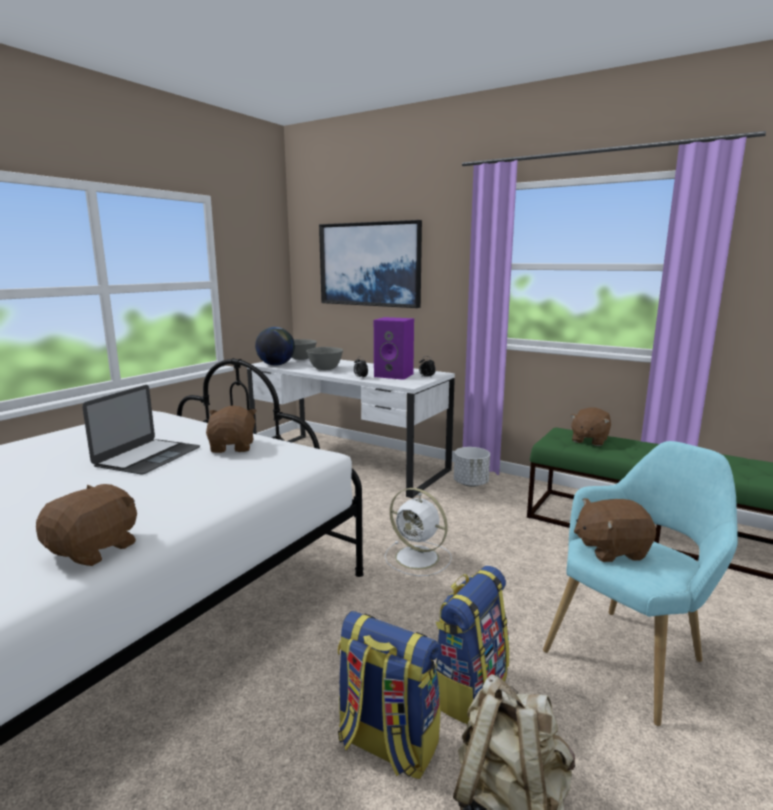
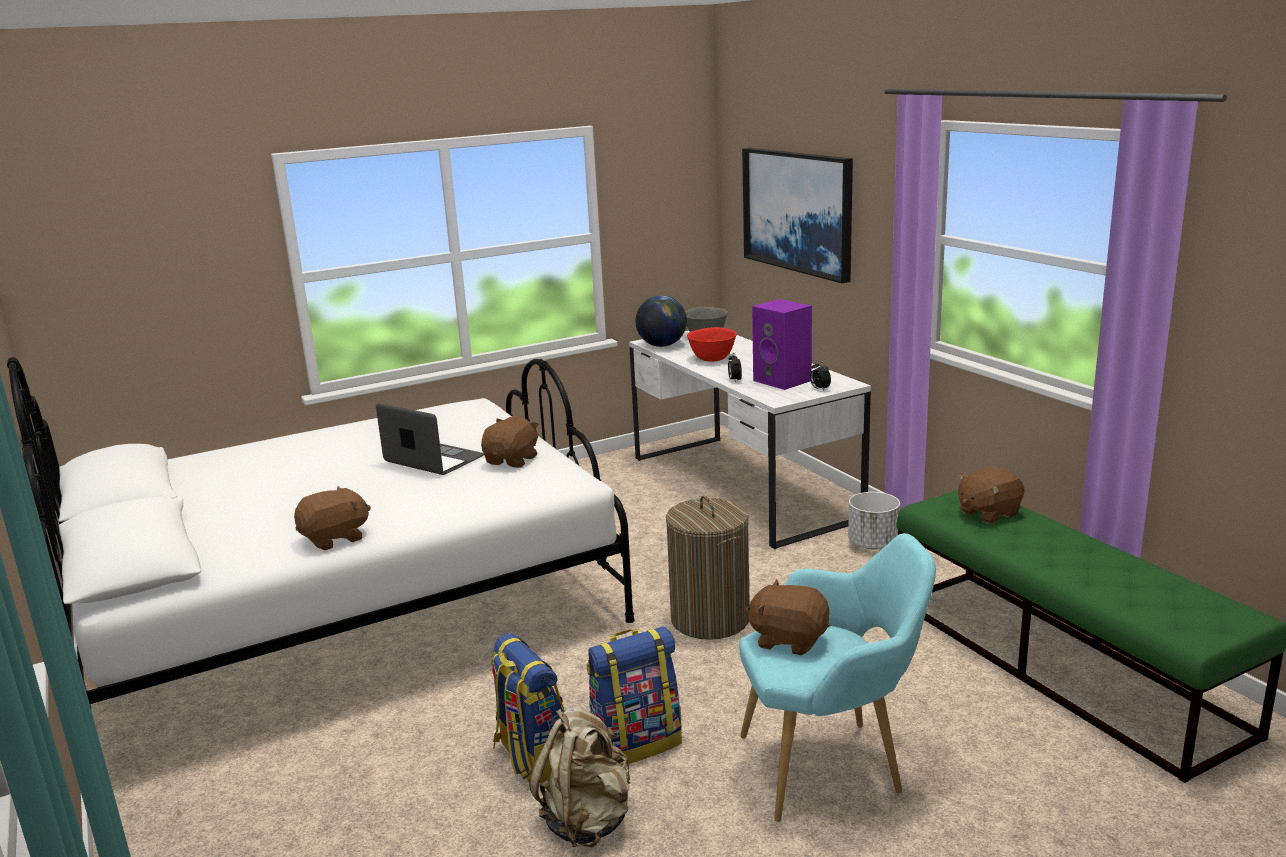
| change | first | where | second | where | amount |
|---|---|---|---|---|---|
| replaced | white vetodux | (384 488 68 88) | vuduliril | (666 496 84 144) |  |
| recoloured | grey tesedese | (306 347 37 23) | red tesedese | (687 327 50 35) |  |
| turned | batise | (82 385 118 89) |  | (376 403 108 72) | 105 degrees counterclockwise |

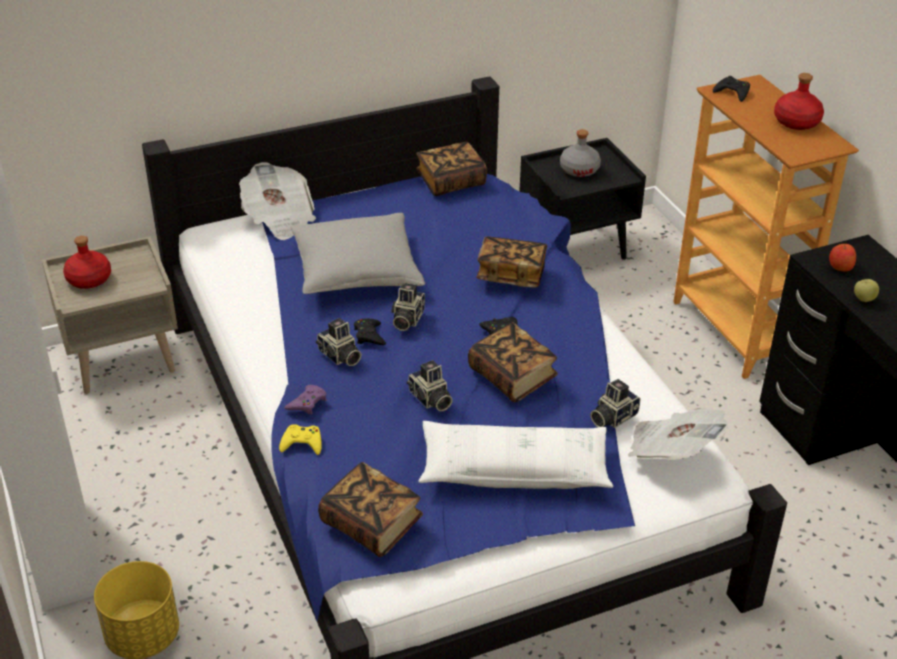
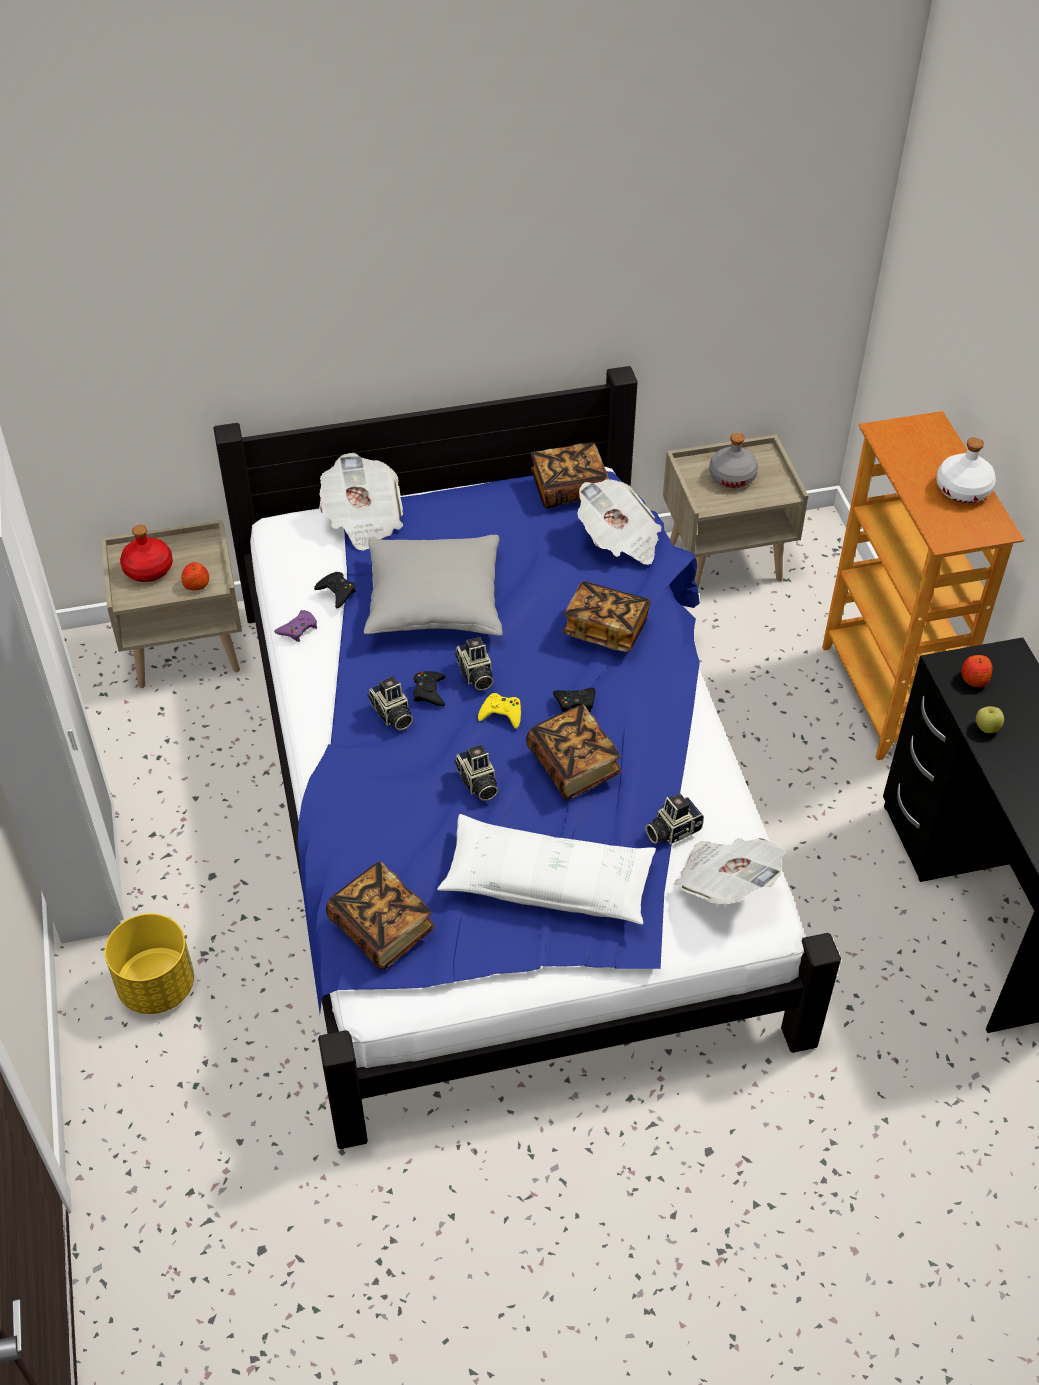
| change | first | where | second | where | amount |
|---|---|---|---|---|---|
| added |  |  | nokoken | (181 562 28 28) |  |
| added |  |  | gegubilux | (577 479 85 86) |  |
| moved | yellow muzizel | (279 424 43 31) |  | (478 693 43 36) |  |
| moved | purple muzizel | (284 385 43 30) |  | (274 610 43 32) |  |
| moved | black muzizel | (713 76 37 26) |  | (314 572 42 37) |  |
| recoloured | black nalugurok | (519 138 127 122) | beige nalugurok | (663 434 145 153) |  |
| recoloured | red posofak | (774 73 50 57) | white posofak | (937 438 59 65) |  |
| turned | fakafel | (391 283 34 48) |  | (455 637 39 54) | 45 degrees counterclockwise |

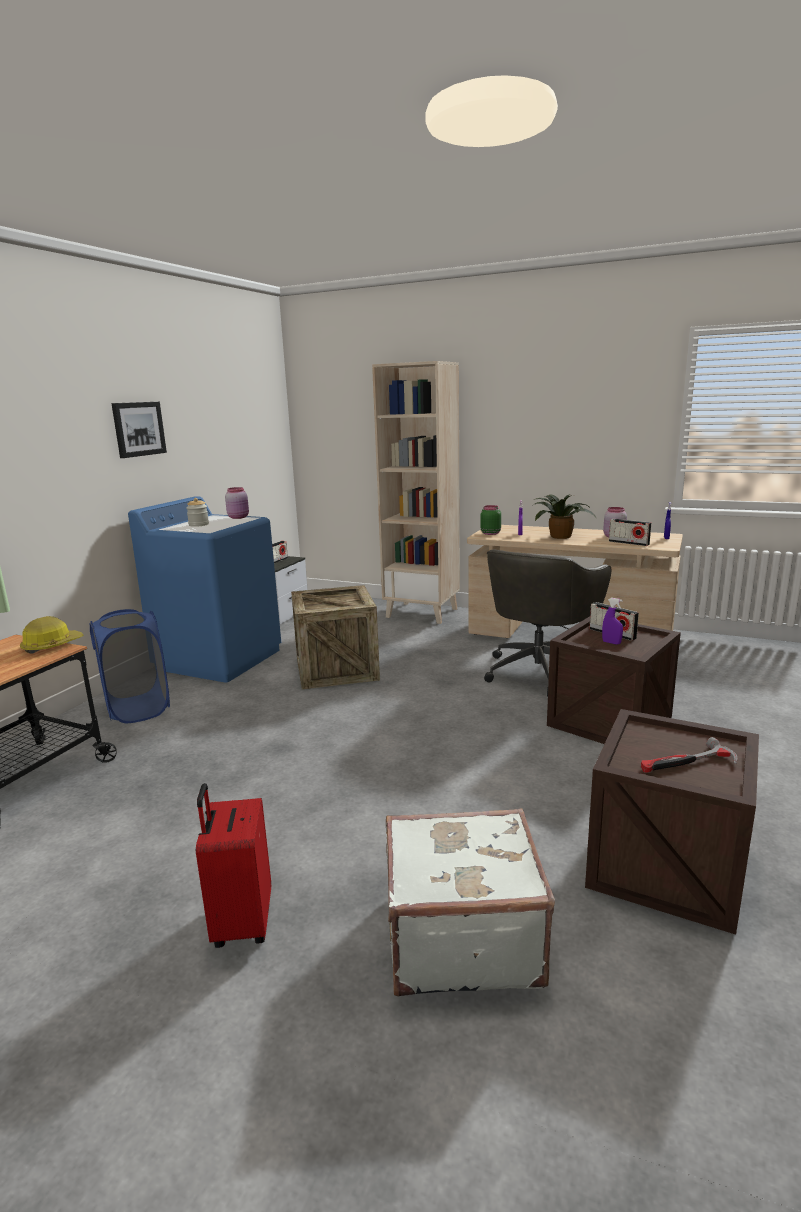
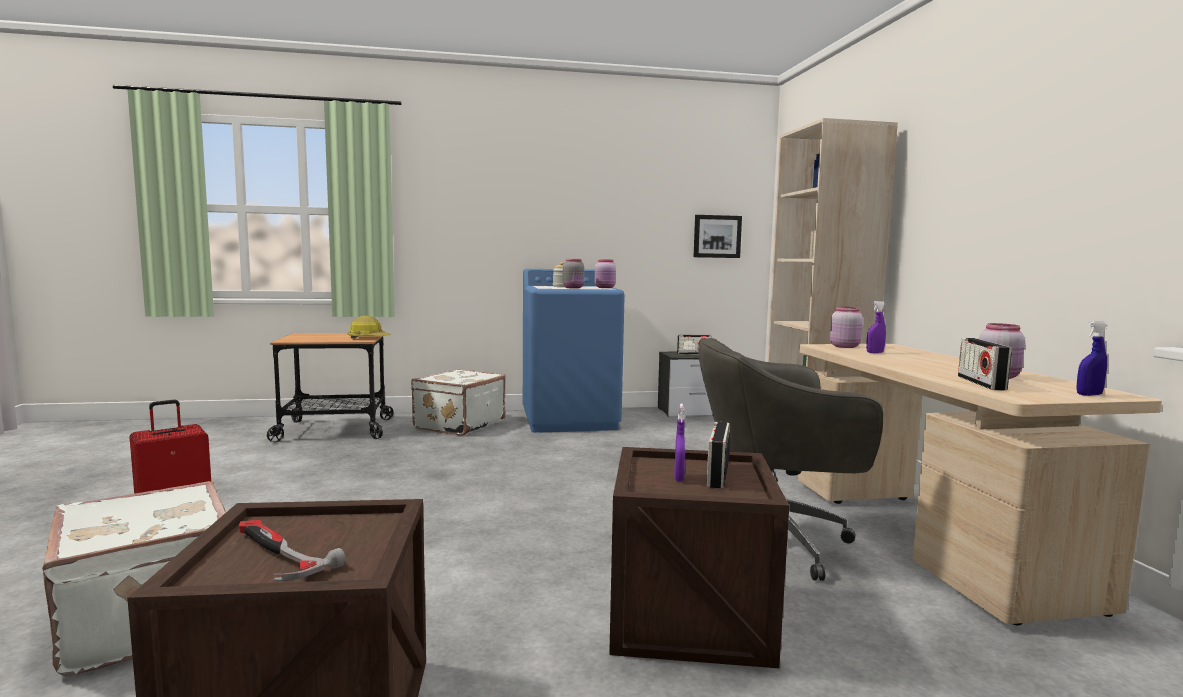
| change | first | where | second | where | amount |
|---|---|---|---|---|---|
| removed | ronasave | (291 585 89 104) |  |  |  |
| removed | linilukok | (534 494 62 45) |  |  |  |
| added |  |  | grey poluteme | (563 259 21 30) |  |
| moved | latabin | (111 402 56 56) |  | (693 215 49 43) |  |
| replaced | blue vuduliril | (90 609 80 114) | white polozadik | (411 369 95 67) |  |
| recoloured | green poluteme | (481 505 20 30) | pink poluteme | (830 307 33 41) |  |

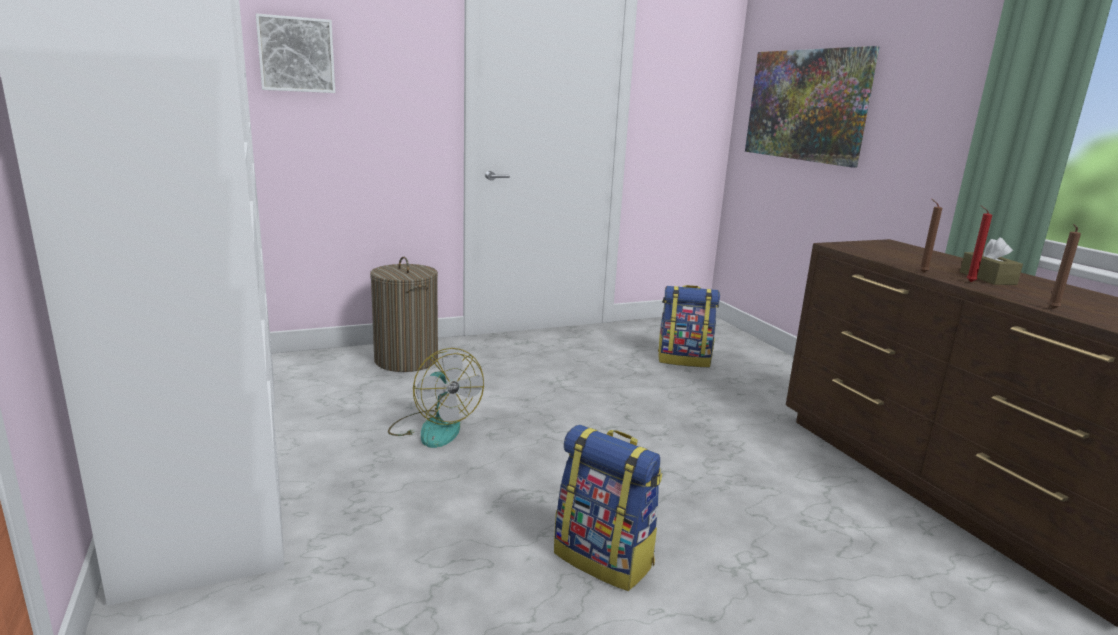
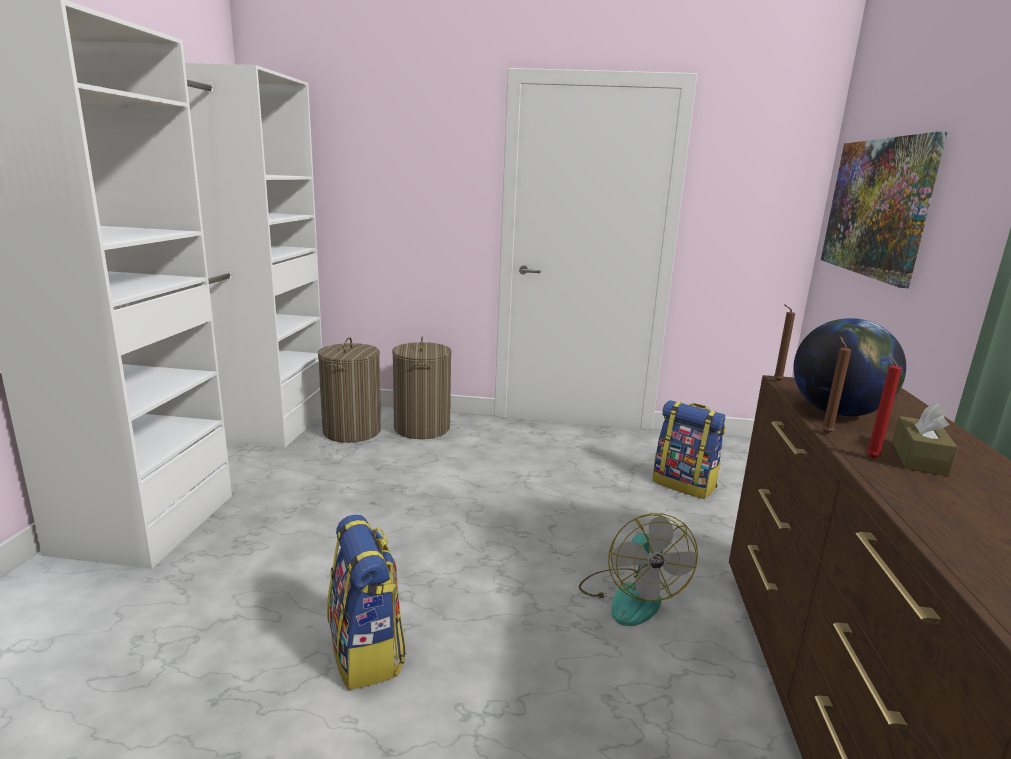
| change | first | where | second | where | amount |
|---|---|---|---|---|---|
| removed | latabin | (256 13 79 80) |  |  |  |
| added |  |  | vuduliril | (318 337 63 106) |  |
| added |  |  | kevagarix | (793 318 113 99) |  |
| moved | vetodux | (388 348 96 100) |  | (579 513 119 113) |  |
| moved | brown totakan | (1048 224 33 85) |  | (774 304 21 77) |  |

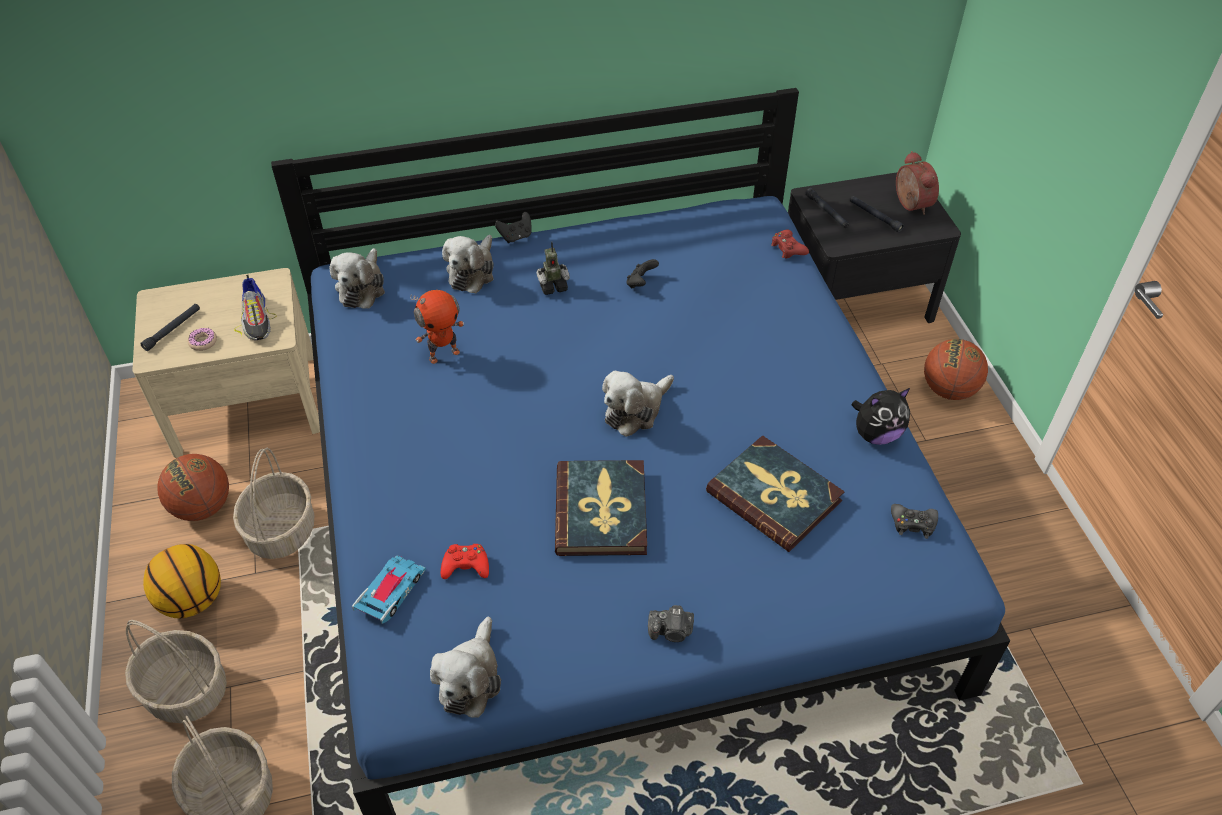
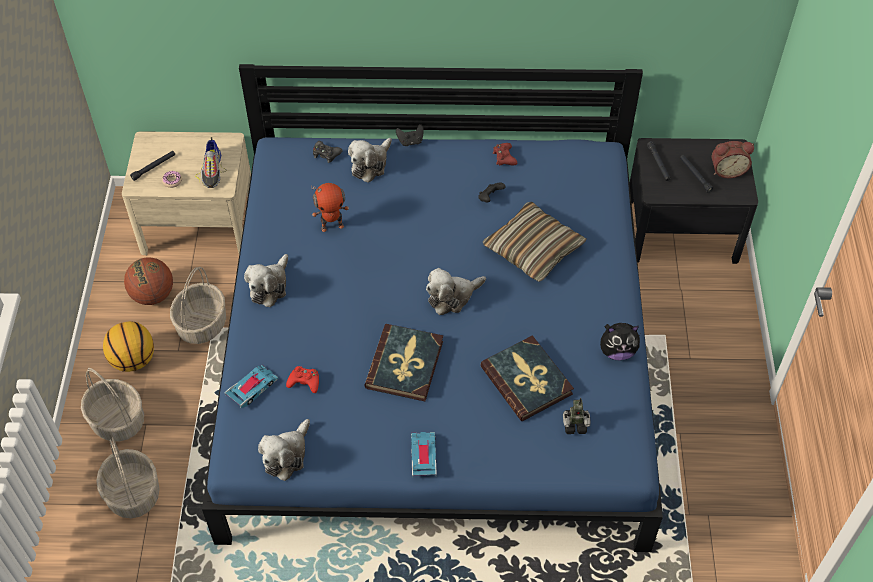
| change | first | where | second | where | amount |
|---|---|---|---|---|---|
| removed | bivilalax | (924 339 64 61) |  |  |  |
| added |  |  | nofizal | (483 202 104 80) |  |
| moved | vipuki | (330 248 55 61) |  | (244 254 44 53) |  |
| moved | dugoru | (536 242 34 53) |  | (563 398 28 36) |  |
| moved | red muzizel | (771 229 38 29) |  | (493 143 24 22) |  |
| moved | black muzizel | (891 504 47 35) |  | (313 141 30 22) |  |
| replaced | fakafel | (648 605 46 37) | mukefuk | (411 432 26 46) |  |
| turned | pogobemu | (896 151 43 64) |  | (712 141 42 37) | 90 degrees clockwise |

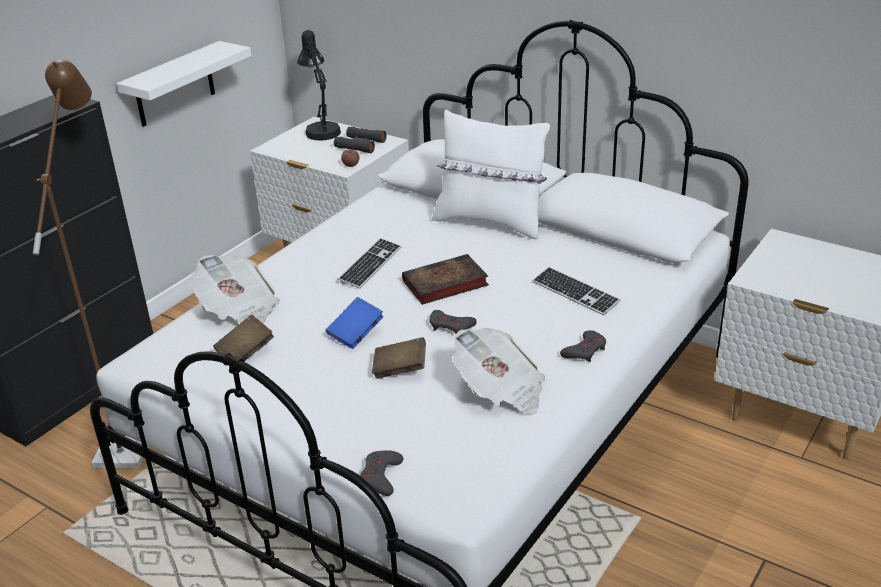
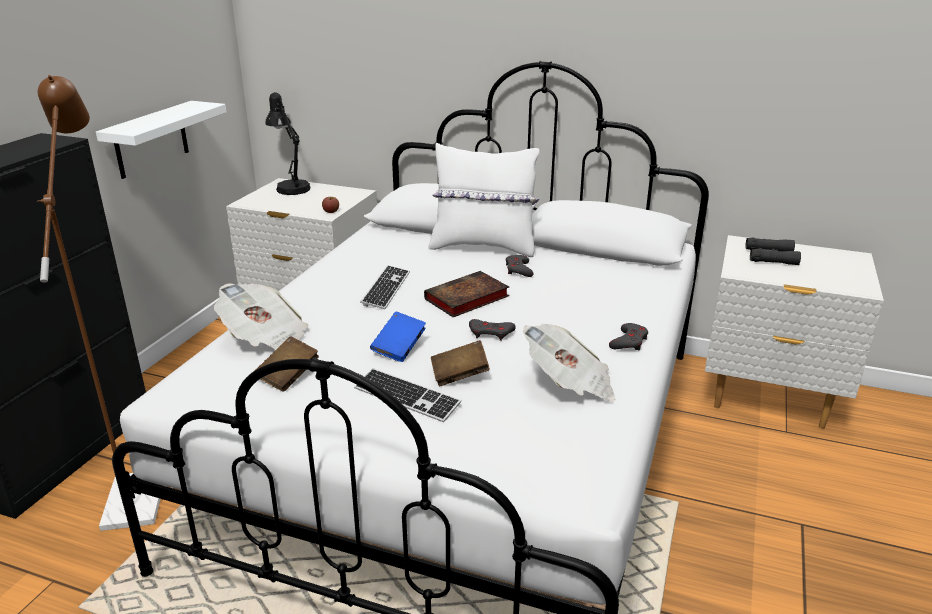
| change | first | where | second | where | amount |
|---|---|---|---|---|---|
| moved | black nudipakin | (334 127 52 26) |  | (745 238 56 27) |  |
| moved | grey muzizel | (360 450 43 46) |  | (506 255 28 22) |  |
| moved | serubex | (532 267 89 49) |  | (354 368 107 54) |  |

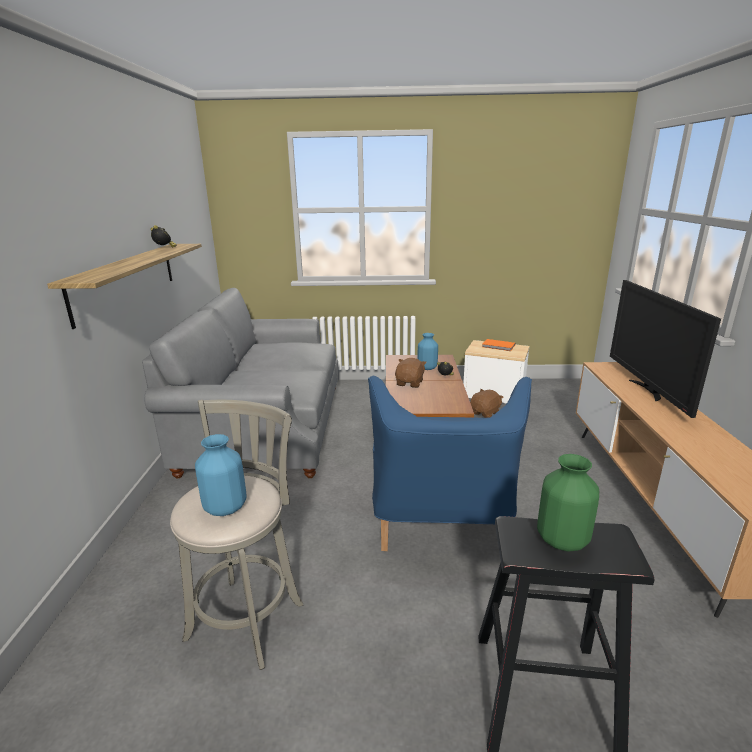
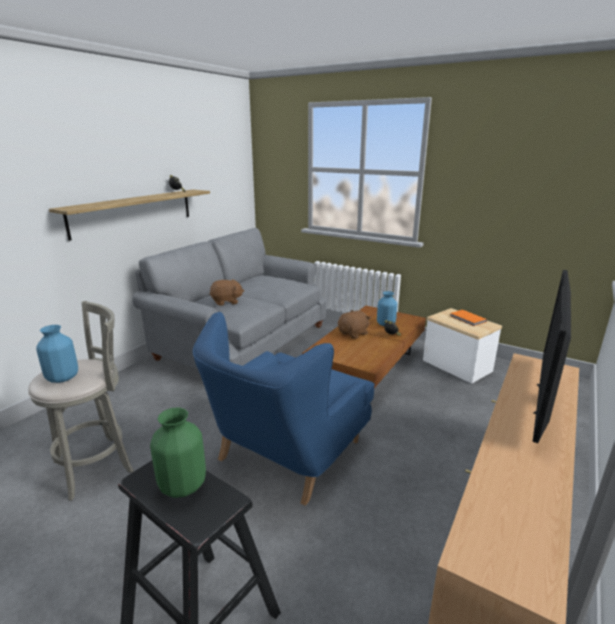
| change | first | where | second | where | amount |
|---|---|---|---|---|---|
| moved | brown vipuki | (470 389 33 29) |  | (209 279 35 27) |  |

